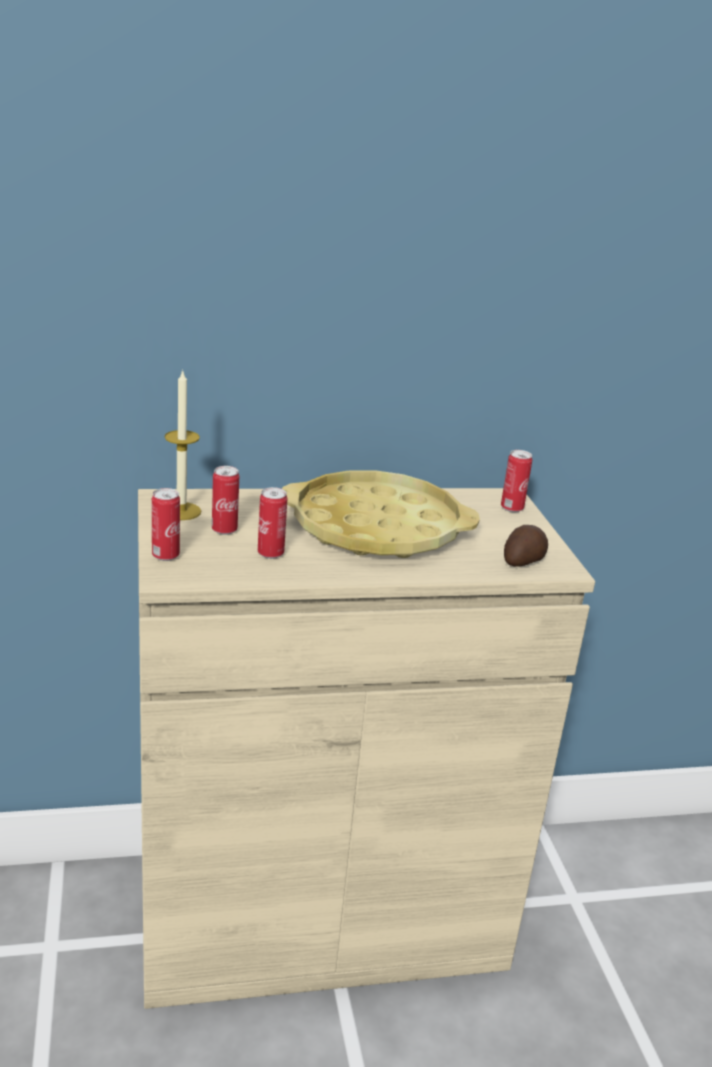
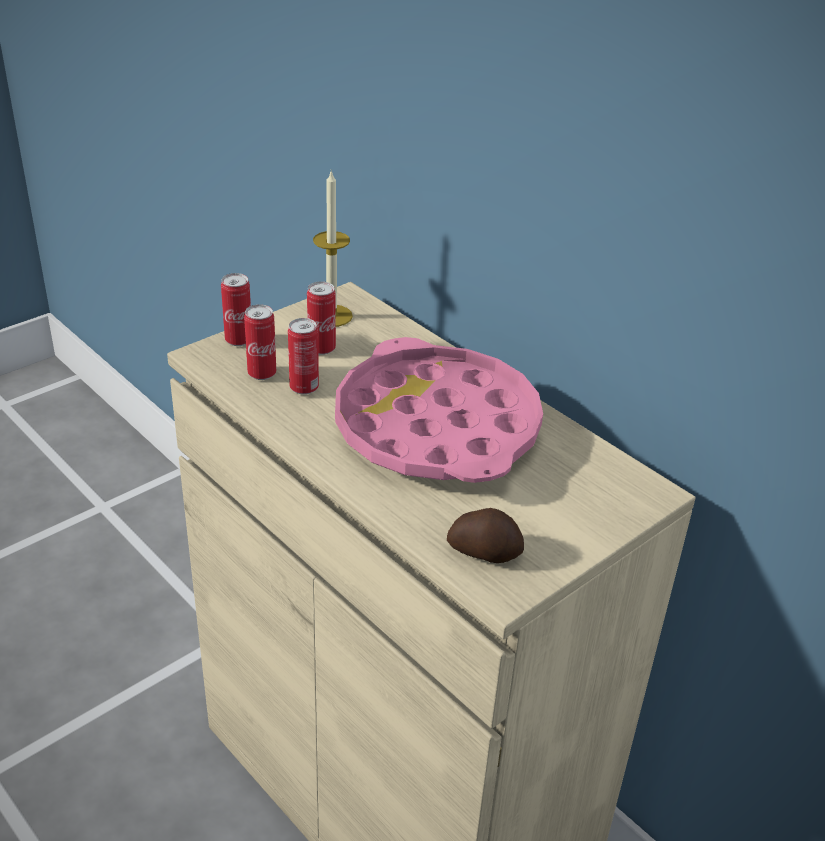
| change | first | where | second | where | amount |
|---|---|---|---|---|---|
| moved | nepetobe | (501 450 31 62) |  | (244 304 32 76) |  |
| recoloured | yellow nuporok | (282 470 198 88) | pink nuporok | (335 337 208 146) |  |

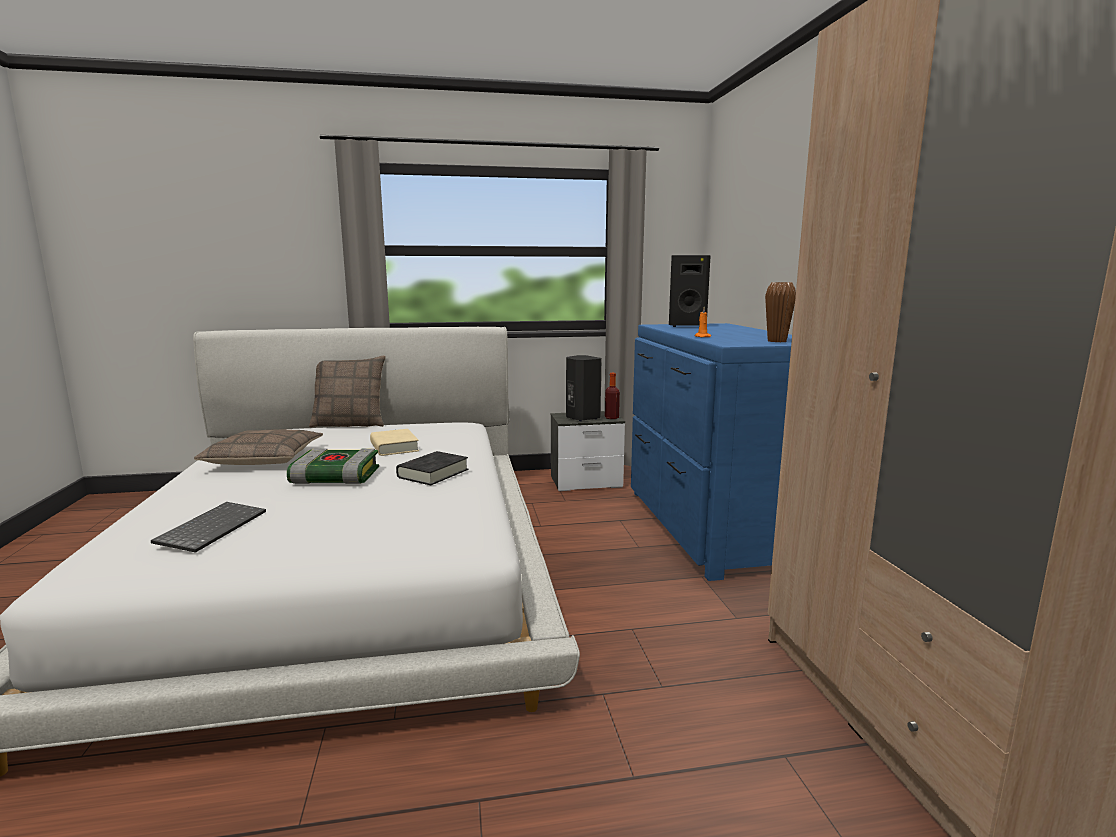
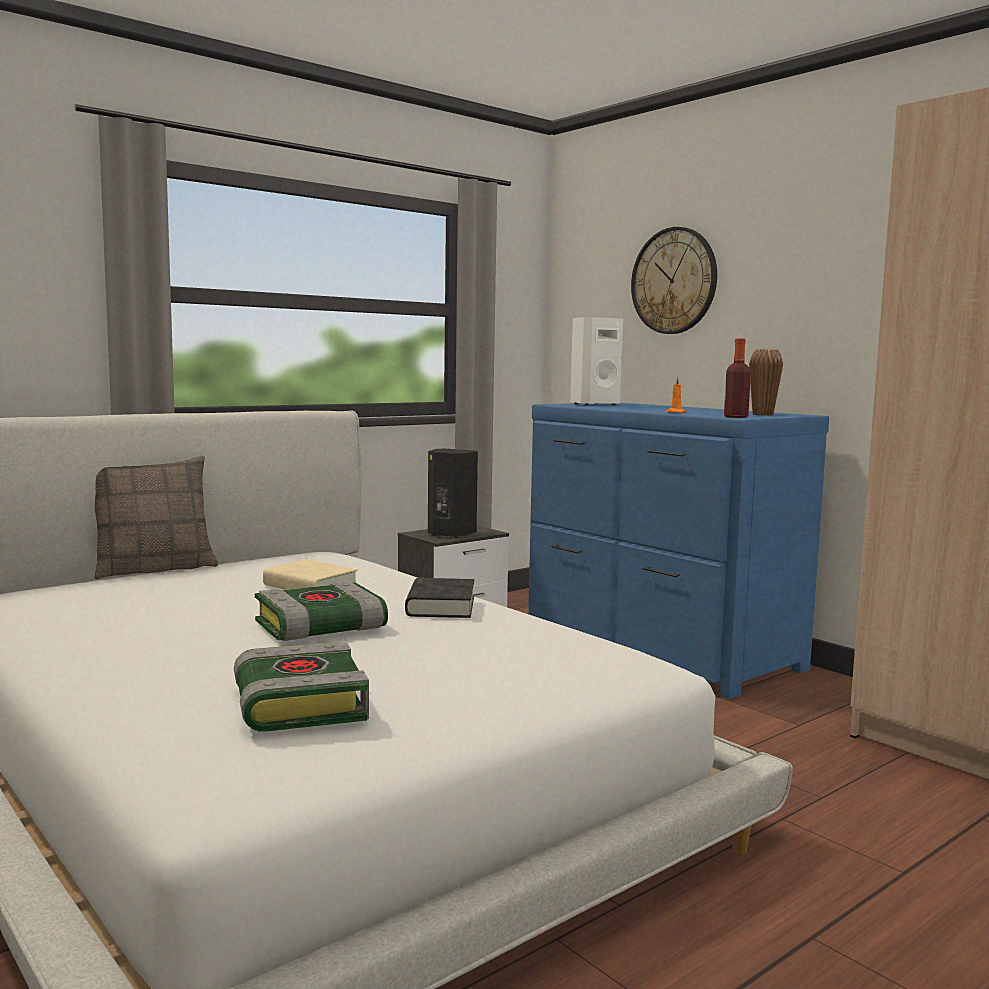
| change | first | where | second | where | amount |
|---|---|---|---|---|---|
| removed | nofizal | (194 429 129 36) |  |  |  |
| added |  |  | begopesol | (631 227 86 107) |  |
| moved | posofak | (605 373 15 46) |  | (724 338 27 80) |  |
| replaced | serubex | (151 502 115 51) | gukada | (234 642 135 90) |  |
| recoloured | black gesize | (669 255 42 72) | white gesize | (570 317 53 89) |  |

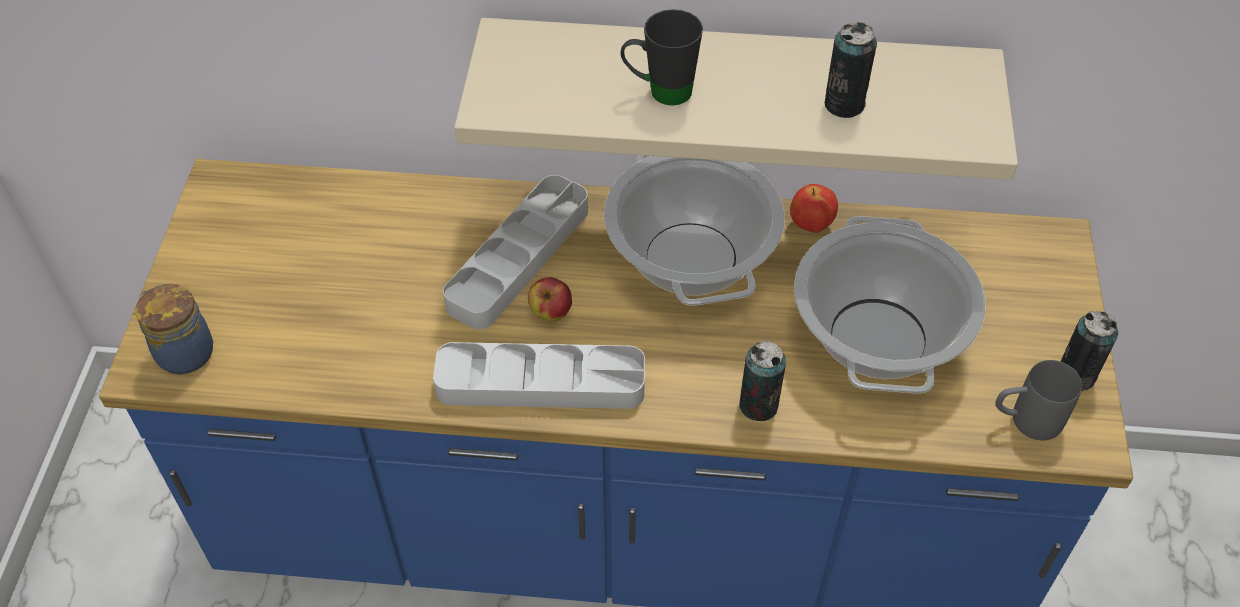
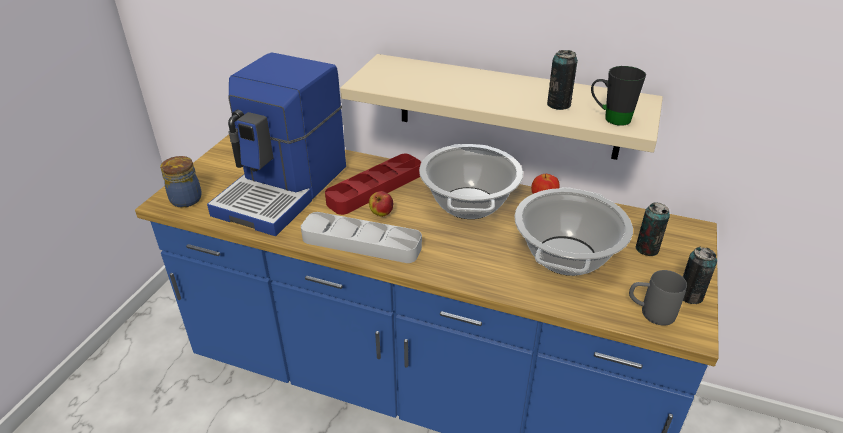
| change | first | where | second | where | amount |
|---|---|---|---|---|---|
| added |  |  | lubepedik | (207 52 139 184) |  |
| moved | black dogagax | (621 9 82 97) |  | (591 66 55 60) |  |
| moved | nepetobe | (739 341 47 80) |  | (635 202 35 54) |  |
| recoloured | grey nuporok | (443 175 145 154) | red nuporok | (325 154 96 61) |  |

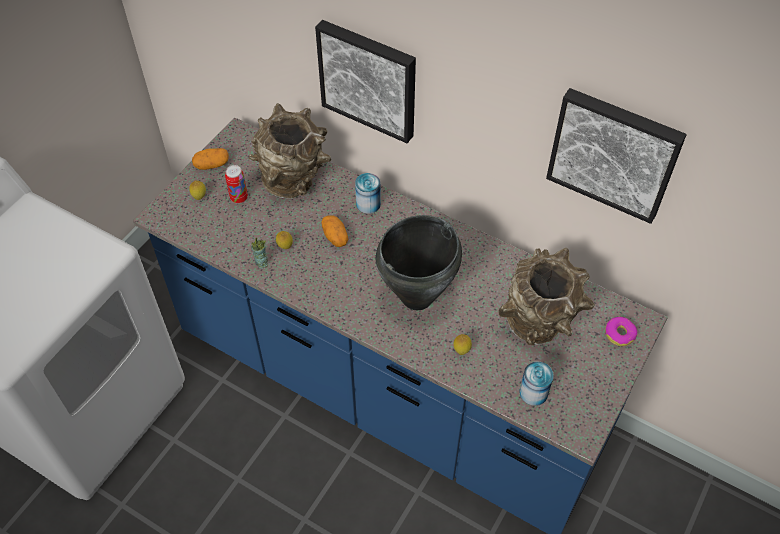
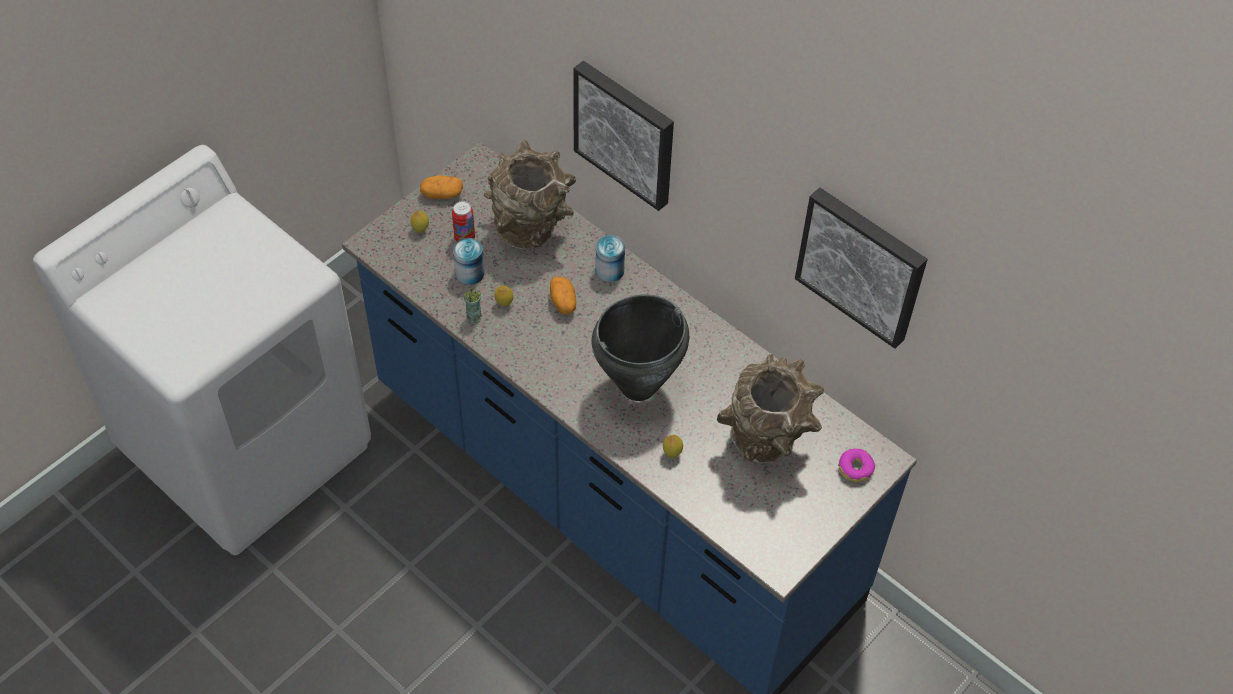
| change | first | where | second | where | amount |
|---|---|---|---|---|---|
| moved | nepetobe | (519 361 35 45) |  | (453 238 31 47) |  |

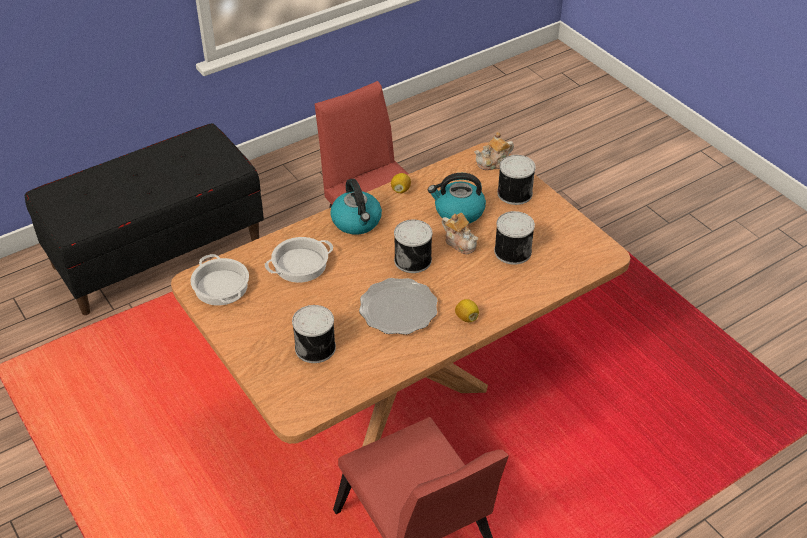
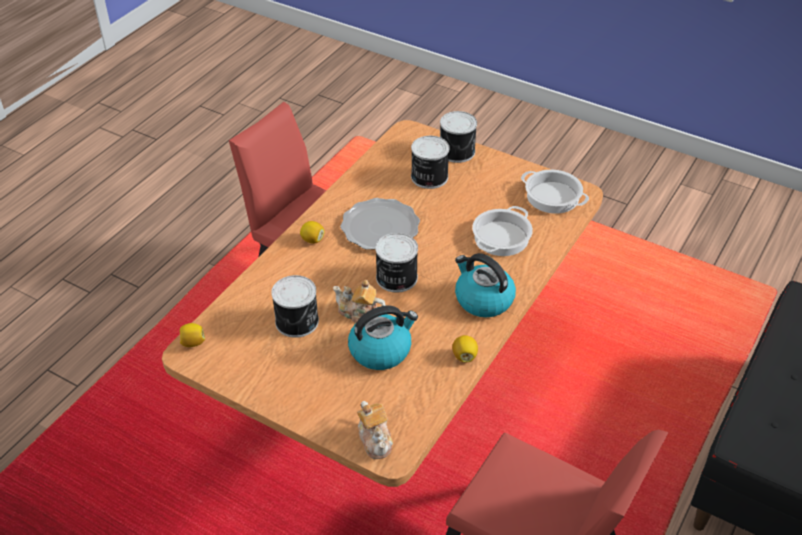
| change | first | where | second | where | amount |
|---|---|---|---|---|---|
| added |  |  | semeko | (180 323 25 24) |  |
| moved | nepetobe | (497 155 39 50) |  | (440 111 37 52) |  |
| turned | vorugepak | (474 132 40 38) |  | (357 401 36 58) | 120 degrees clockwise |

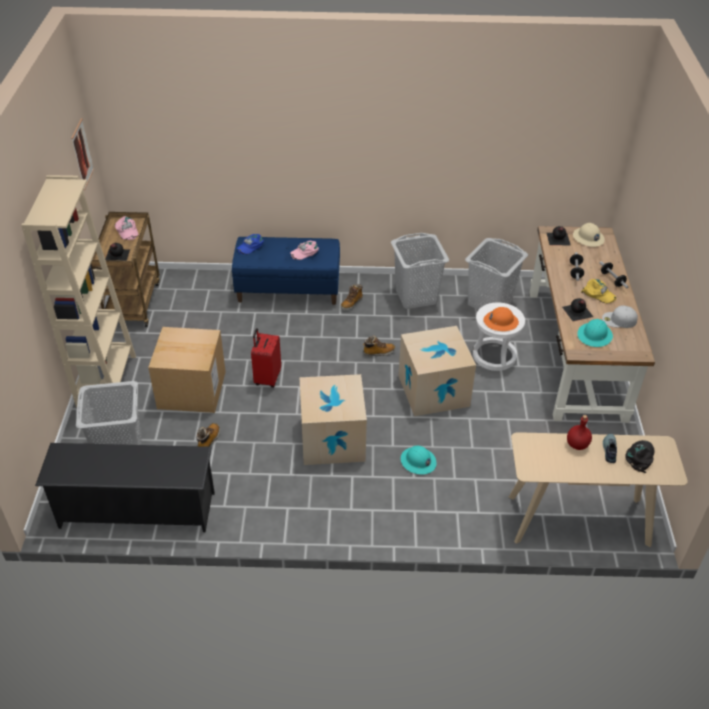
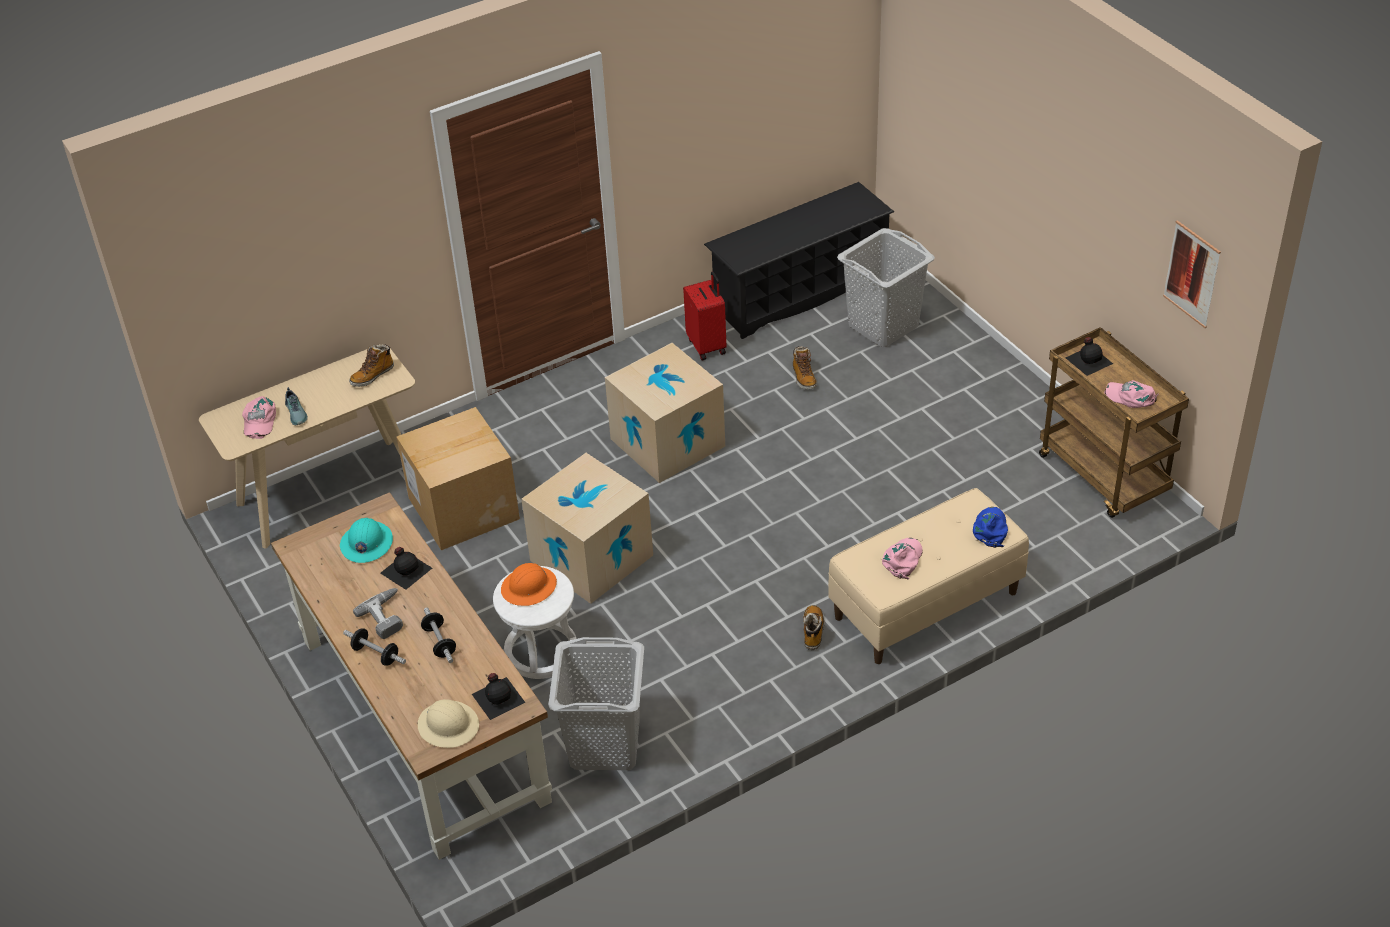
| change | first | where | second | where | amount |
|---|---|---|---|---|---|
| removed | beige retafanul | (21 175 115 233) |  |  |  |
| removed | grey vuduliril | (391 233 58 76) |  |  |  |
| removed | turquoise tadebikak | (401 446 36 28) |  |  |  |
| removed | red posofak | (567 415 25 35) |  |  |  |
| removed | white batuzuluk | (602 306 36 22) |  |  |  |
| moved | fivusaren | (148 327 78 86) |  | (396 407 124 143) |  |
| moved | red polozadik | (251 328 30 60) |  | (683 271 44 89) |  |
| moved | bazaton | (363 336 32 20) |  | (349 344 45 43) |  |
| replaced | yellow batuzuluk | (581 279 35 24) | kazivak | (353 588 50 51) |  |
| recoloured | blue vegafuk | (232 237 108 68) | beige vegafuk | (828 488 201 176) |  |
| recoloured | black batuzuluk | (625 440 29 33) | pink batuzuluk | (242 396 34 43) |  |

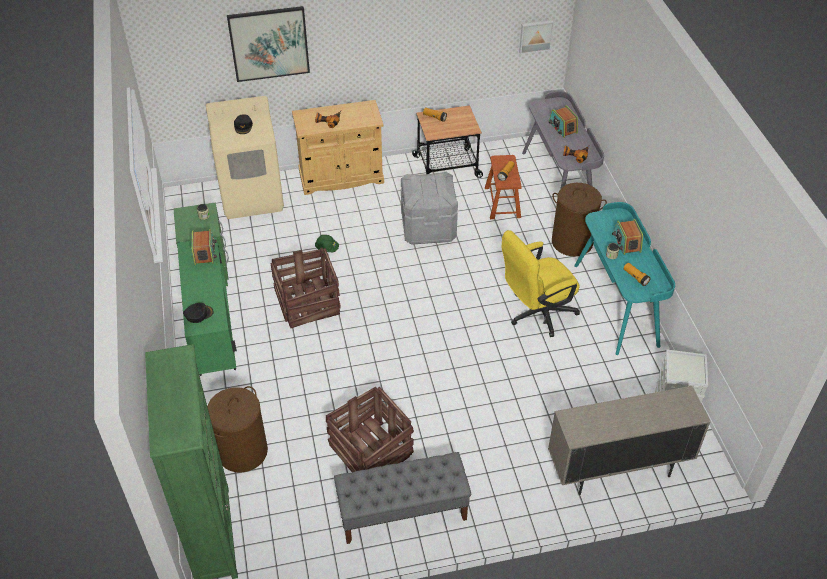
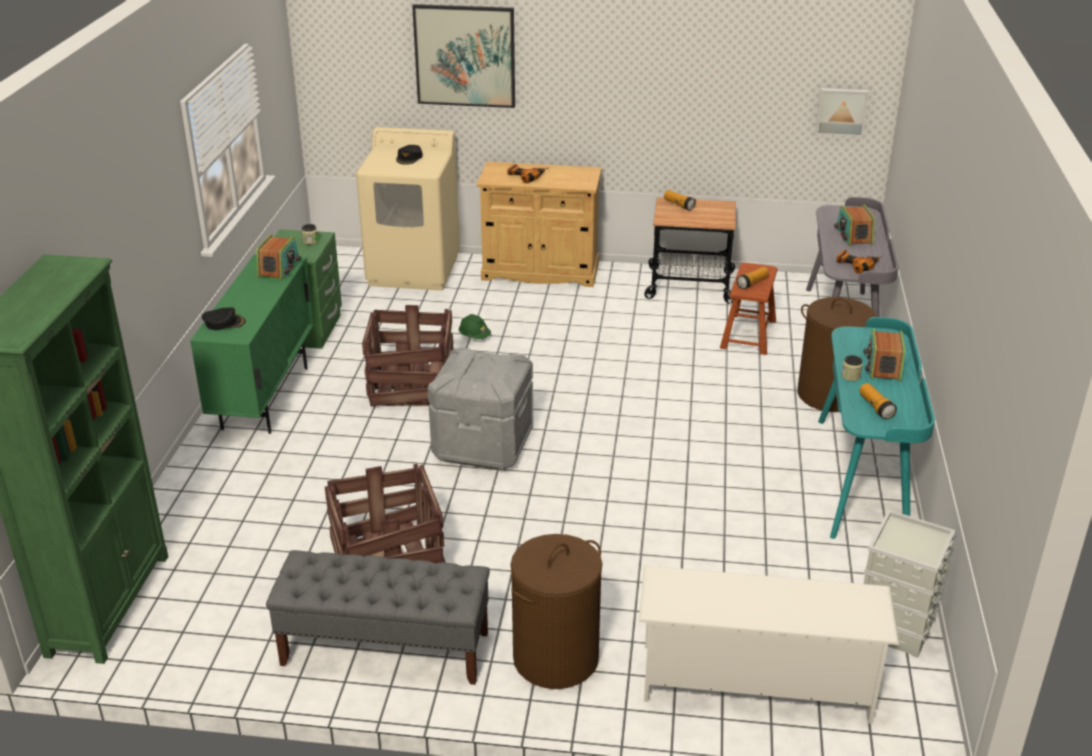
| change | first | where | second | where | amount |
|---|---|---|---|---|---|
| removed | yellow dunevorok | (502 230 78 107) |  |  |  |
| moved | brown vuduliril | (207 386 61 87) |  | (511 534 91 155) |  |
| moved | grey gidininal | (401 172 57 73) |  | (428 347 105 124) |  |
| replaced | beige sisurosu | (548 386 163 109) | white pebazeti | (639 566 260 158) |  |

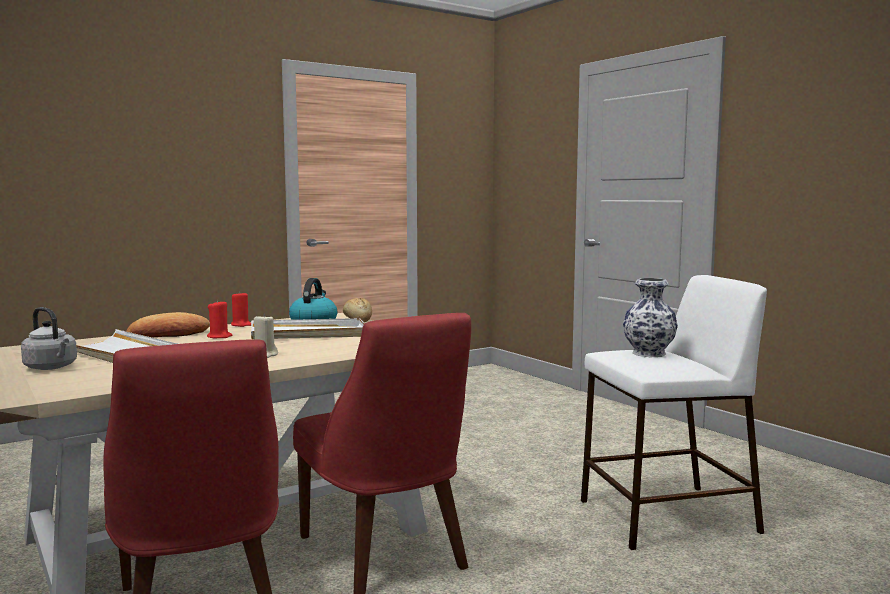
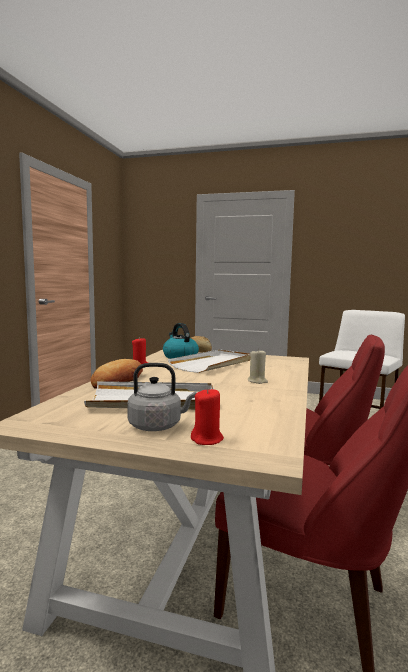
| change | first | where | second | where | amount |
|---|---|---|---|---|---|
| removed | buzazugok | (623 278 55 79) |  |  |  |
| moved | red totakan | (207 300 25 38) |  | (191 388 33 57) |  |

